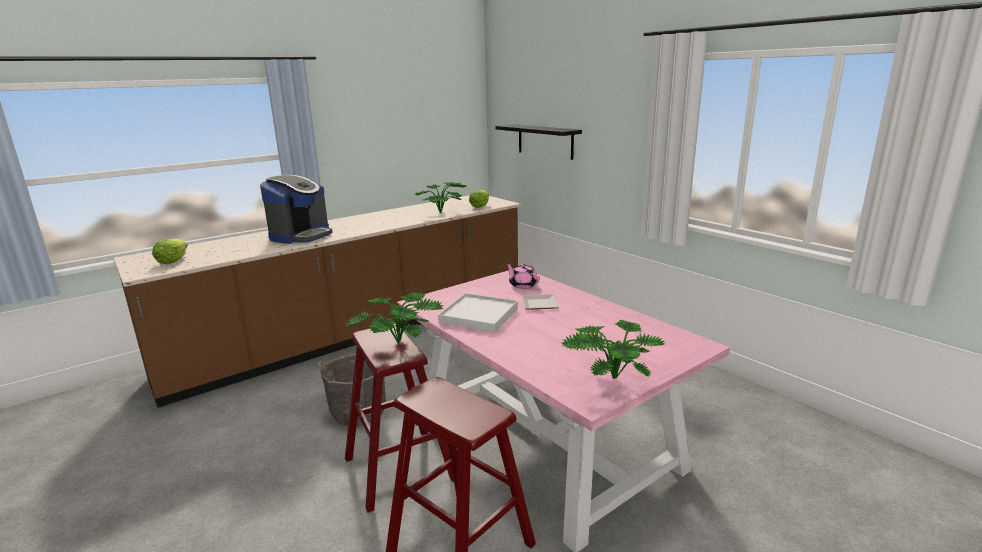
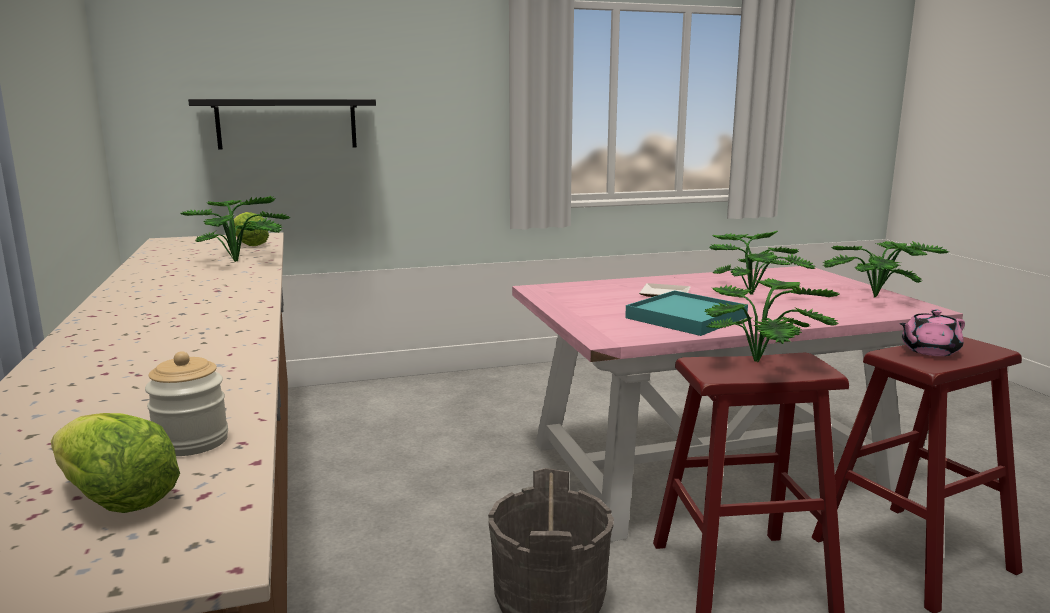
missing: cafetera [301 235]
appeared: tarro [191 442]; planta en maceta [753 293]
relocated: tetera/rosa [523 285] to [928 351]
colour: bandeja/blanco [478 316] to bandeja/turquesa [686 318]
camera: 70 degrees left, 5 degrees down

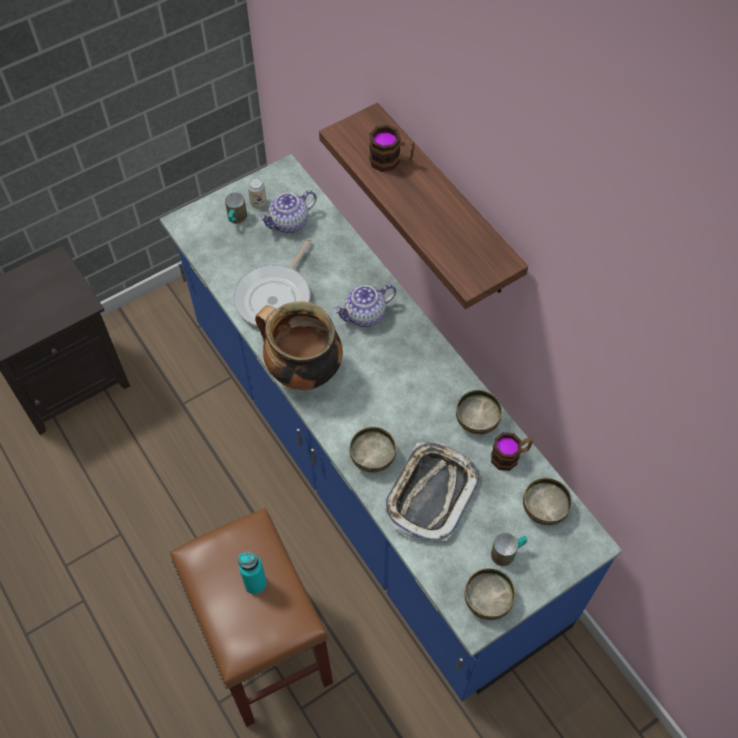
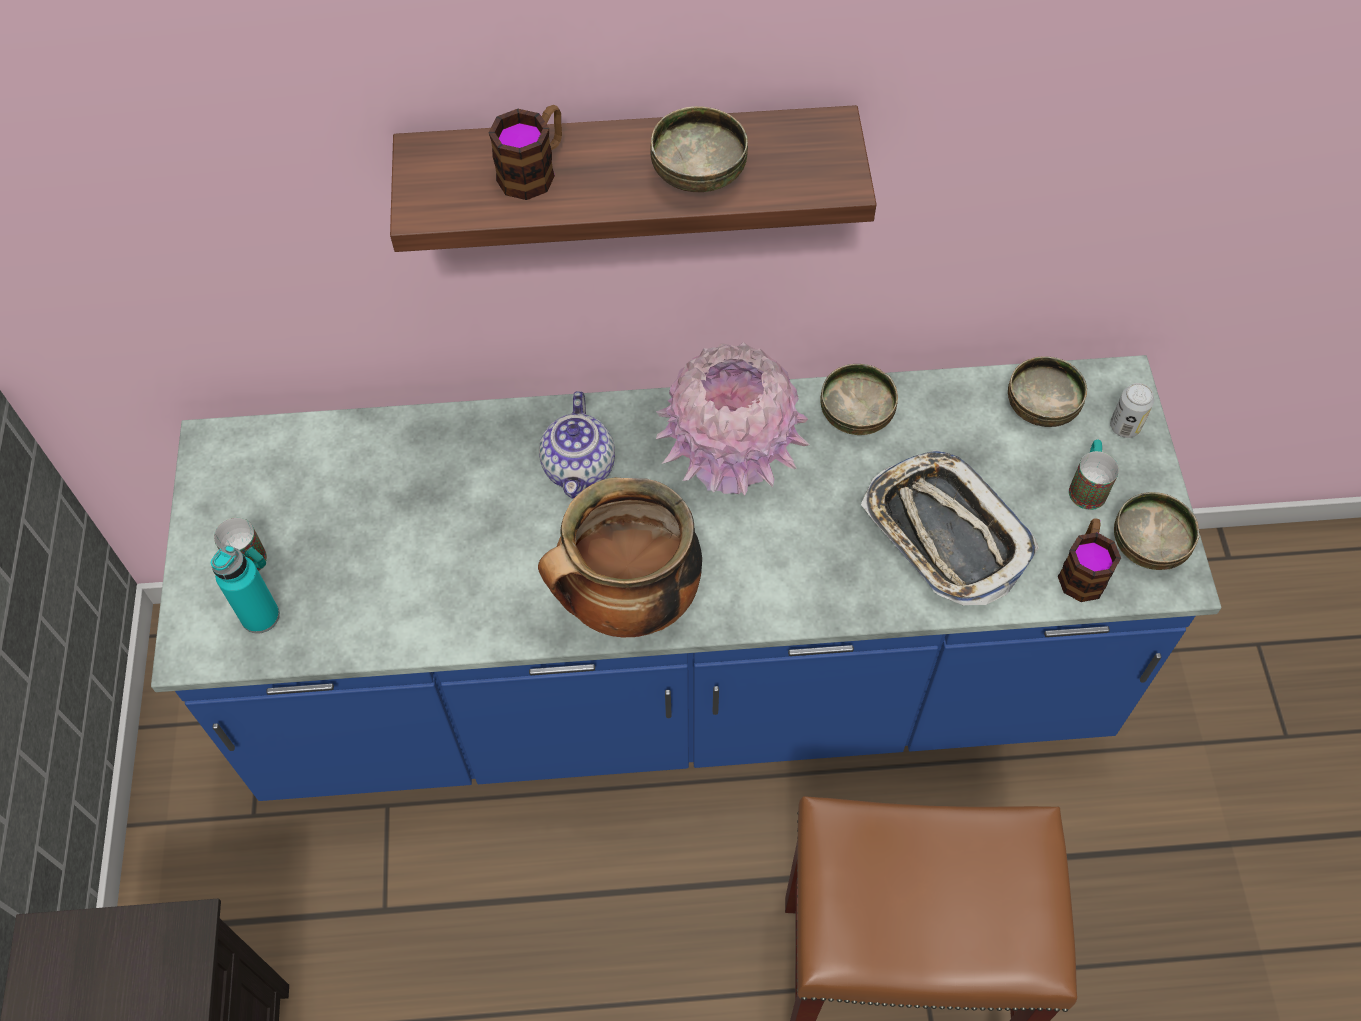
missing: sartén [275 297]; tetera [289 223]
appeared: florero/rosa [730 461]
relocated: botella/turquesa [255 583] to [260 616]; cuenco [372 457] to [697 175]; taza grande [510 456] to [1083 570]; lata [258 203] to [1124 426]
camera: 60 degrees left, 0 degrees up

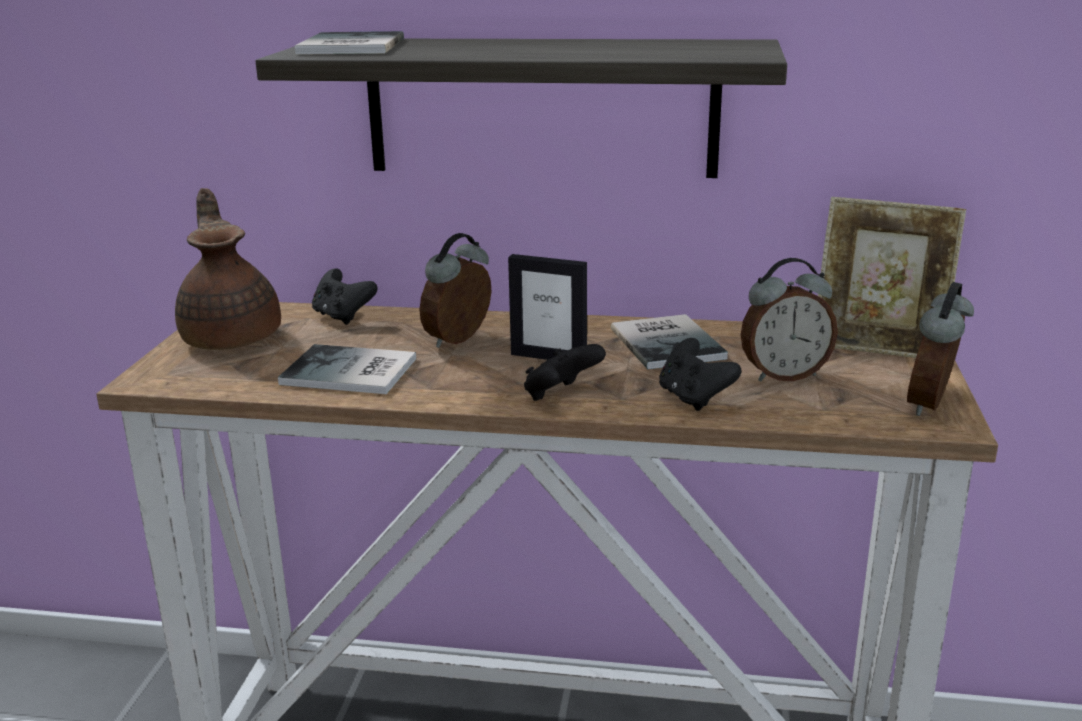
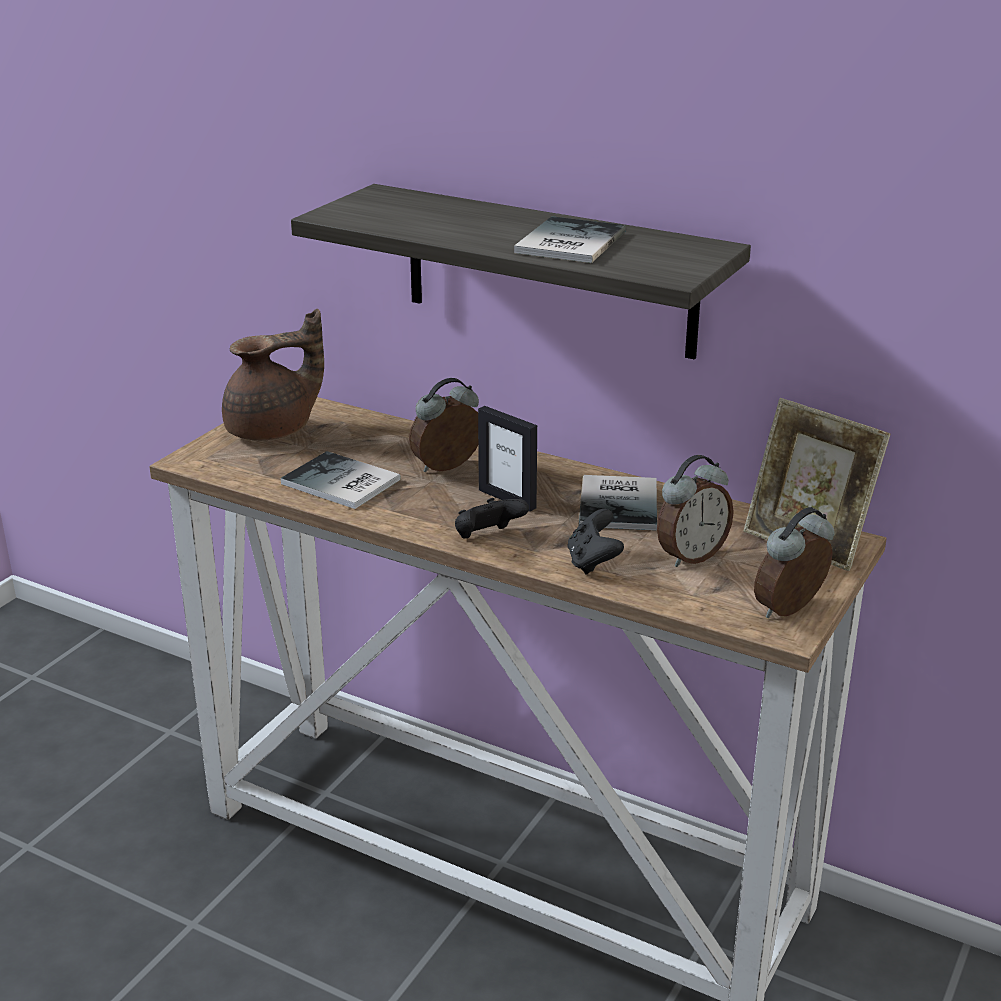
missing: mando de consola/negro [343 317]
relocated: libro [347 47] to [566 243]
spun: tetera/marrón [233 336] = [273 430] 60 degrees clockwise; despertador [784 375] = [690 556] 45 degrees counterclockwise
camera: 20 degrees right, 5 degrees up

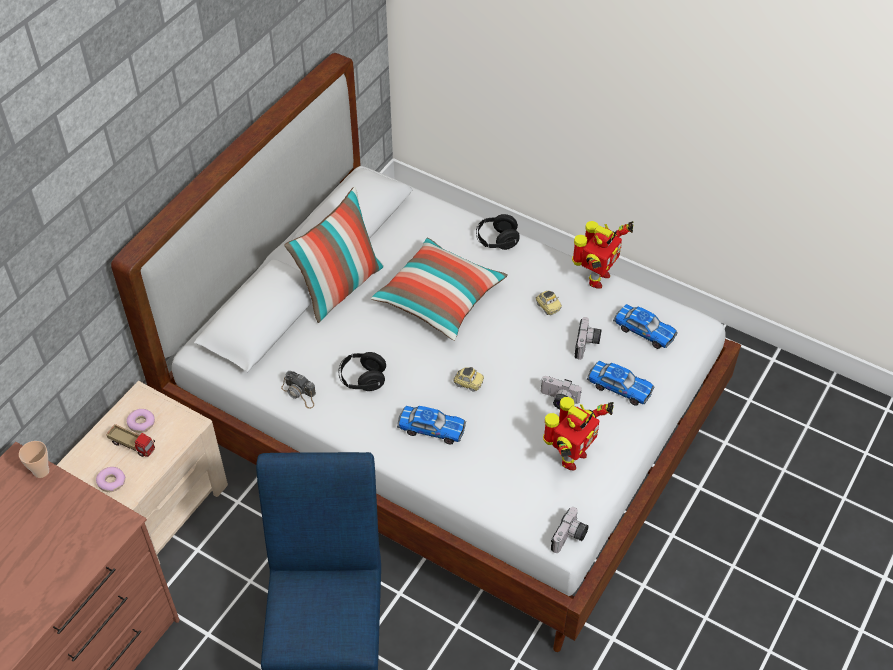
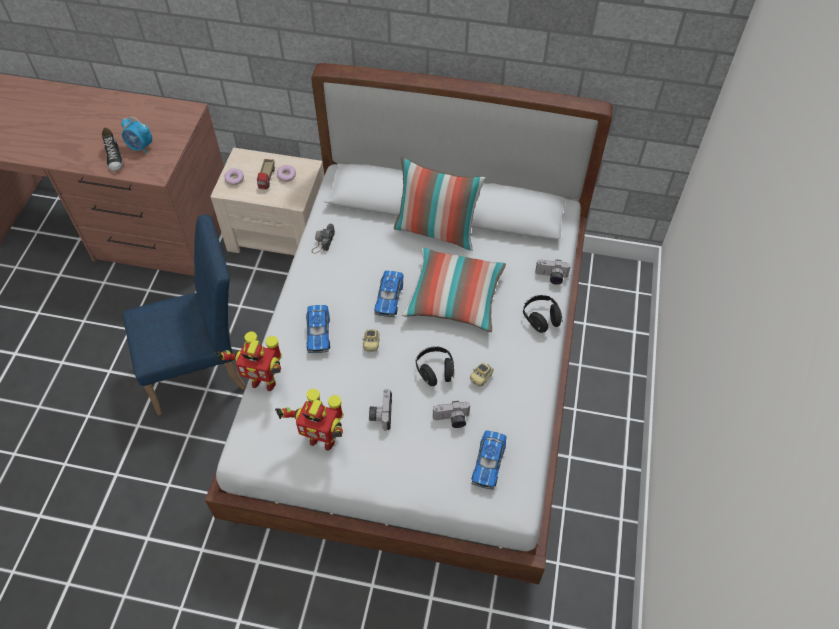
missing: taza [41 471]
appeared: zapato [114 158]; despertador [141 147]
relocated: robot de juguete [596 278] to [263 381]; coche de juguete [619 387] to [389 297]; auriculares/negro [362 379] to [435 371]; cámara [570 538] to [551 277]
camera: 70 degrees right, 5 degrees up

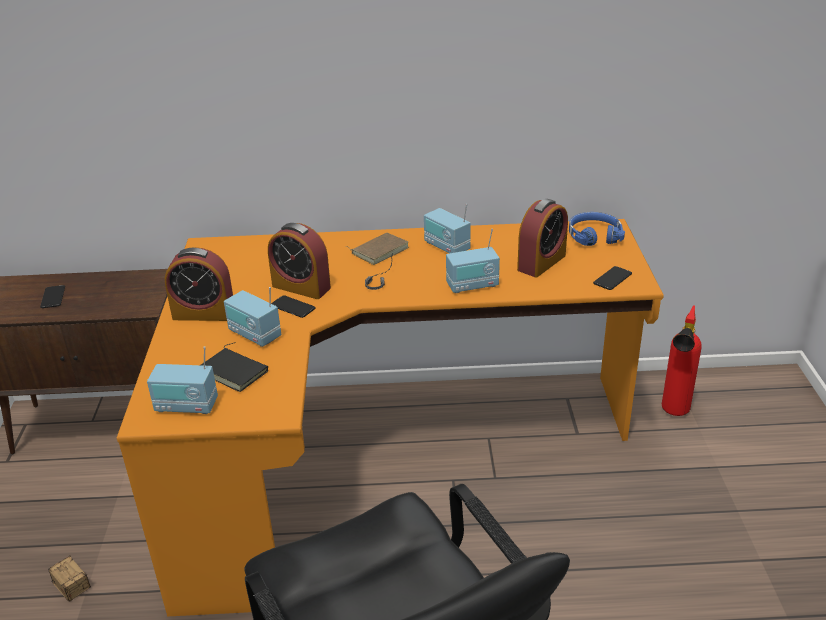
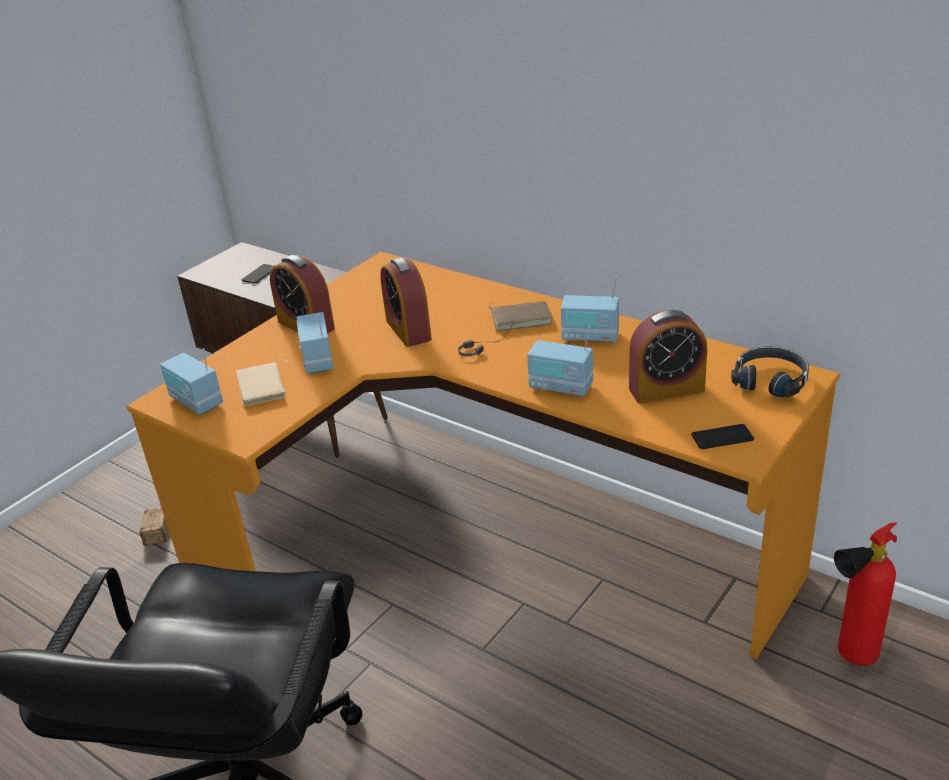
missing: móvil [292 307]
colour: libro/negro [235 371] to libro/beis [264 387]; auriculares/azul [594 235] to auriculares/negro [771 380]
spun: radio [446 247] = [590 337] 75 degrees counterclockwise
camera: 40 degrees right, 0 degrees up

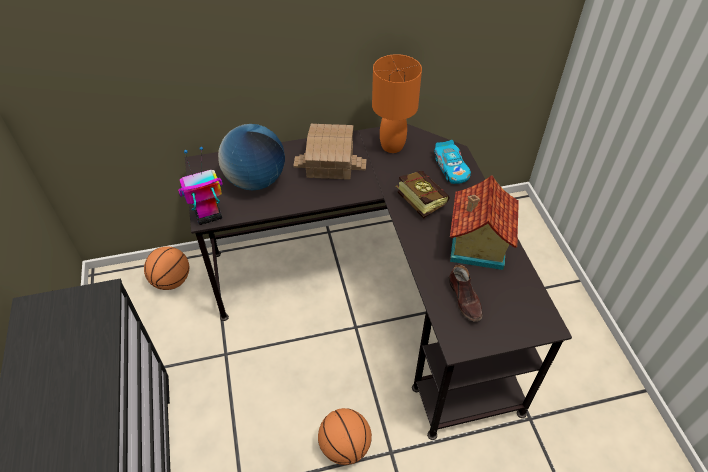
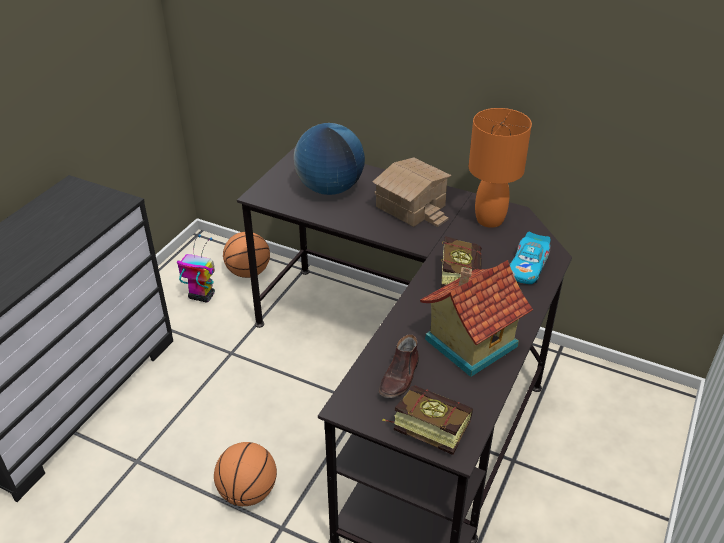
appeared: libro [424 427]
relocated: robot de juguete [208 216] to [201 296]
camera: 40 degrees right, 10 degrees down

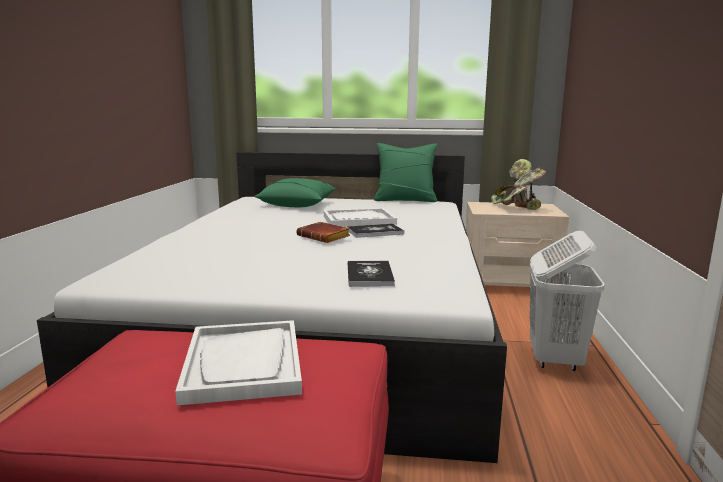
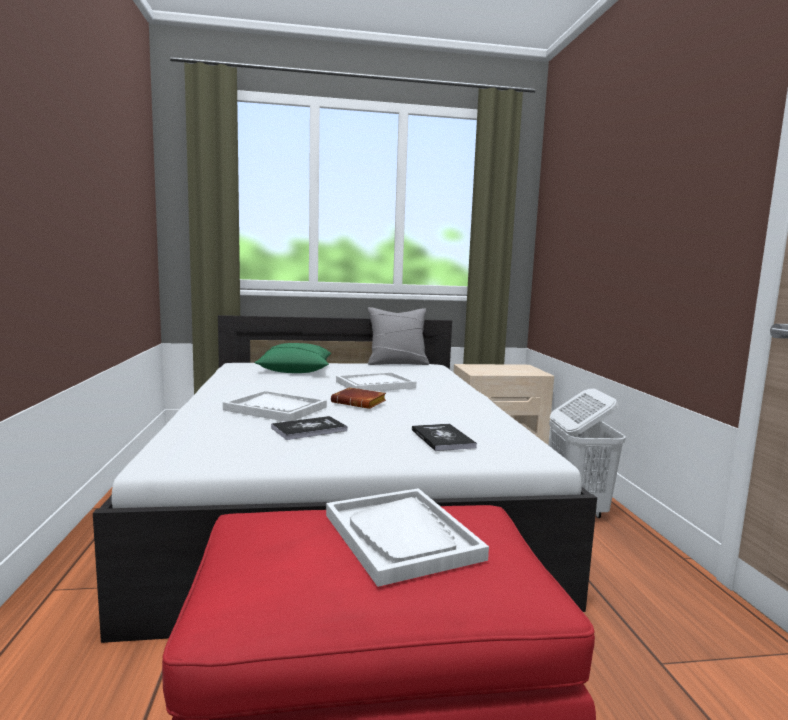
missing: planta en maceta [517 208]
appeared: bandeja/blanco [276 408]
relocated: libro [375 232] to [309 429]
colour: cojín/verde [405 200] to cojín/gris [397 363]
camera: 15 degrees left, 5 degrees down

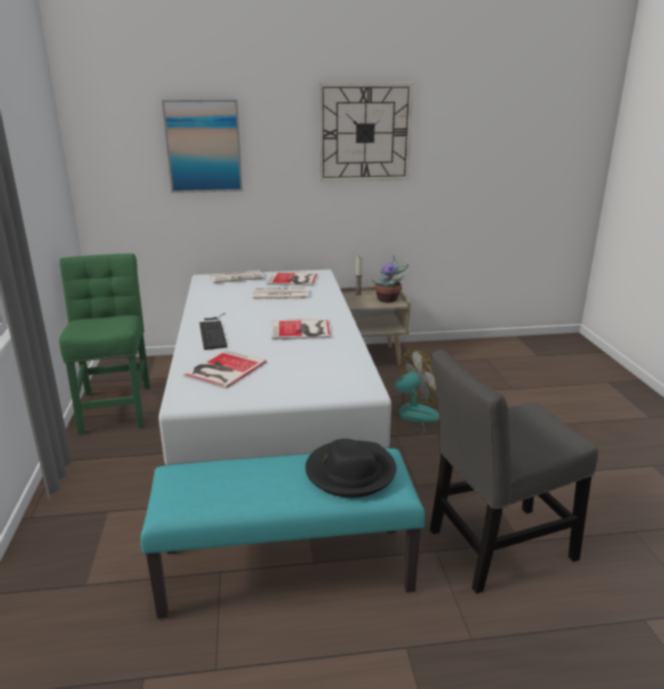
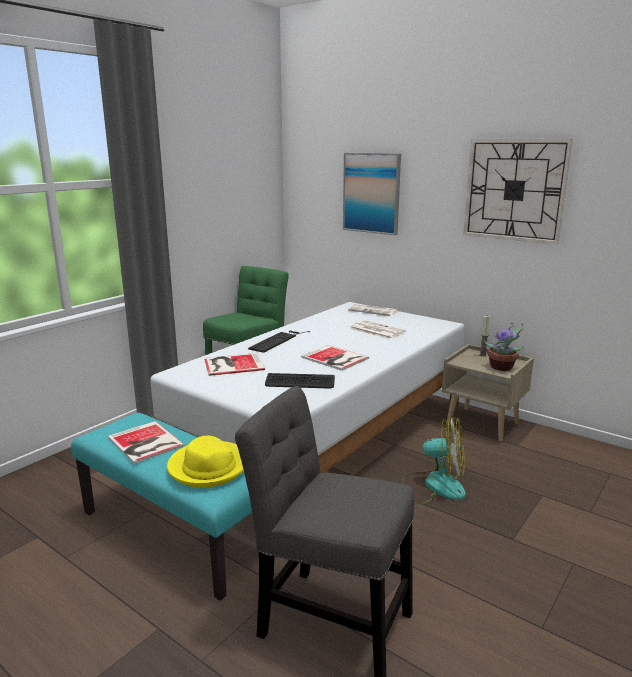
appeared: teclado [300 382]
relocated: libro [293 280] to [145 443]
colour: sombrero/negro [350 472] to sombrero/amarillo [209 467]
camera: 45 degrees right, 5 degrees down

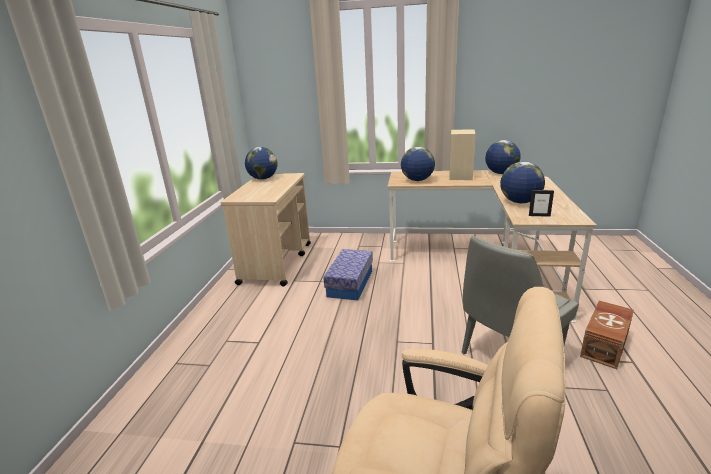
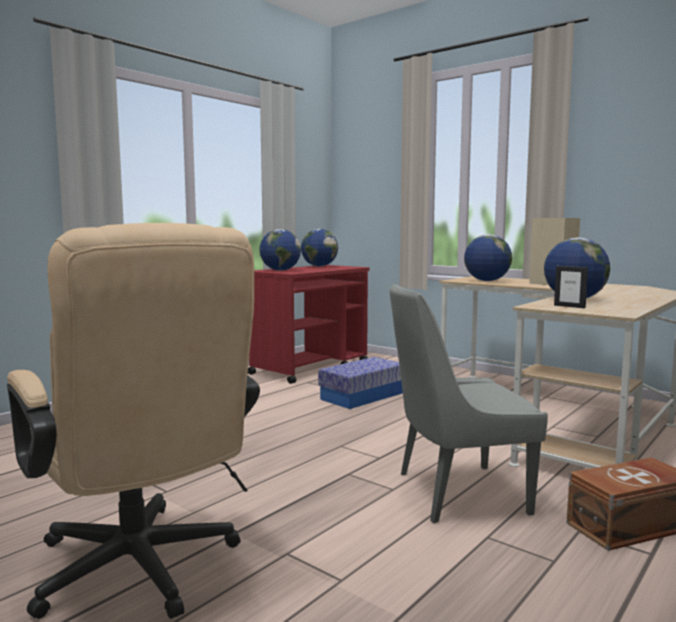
relocated: globo terráqueo [501 173] to [280 270]
colour: carrito/beis [277 262] to carrito/rojo [311 367]
camera: 30 degrees right, 15 degrees down

